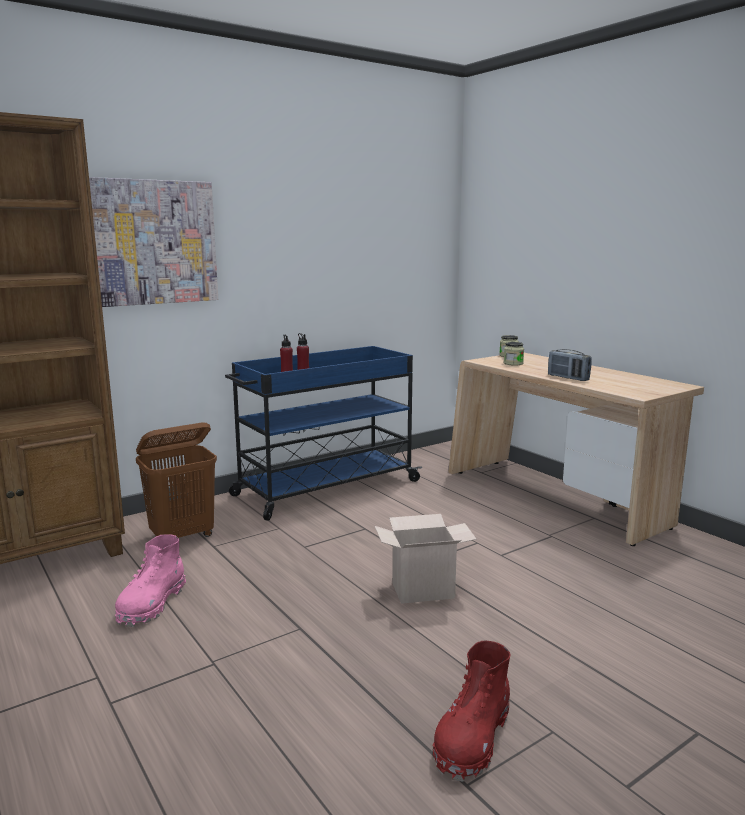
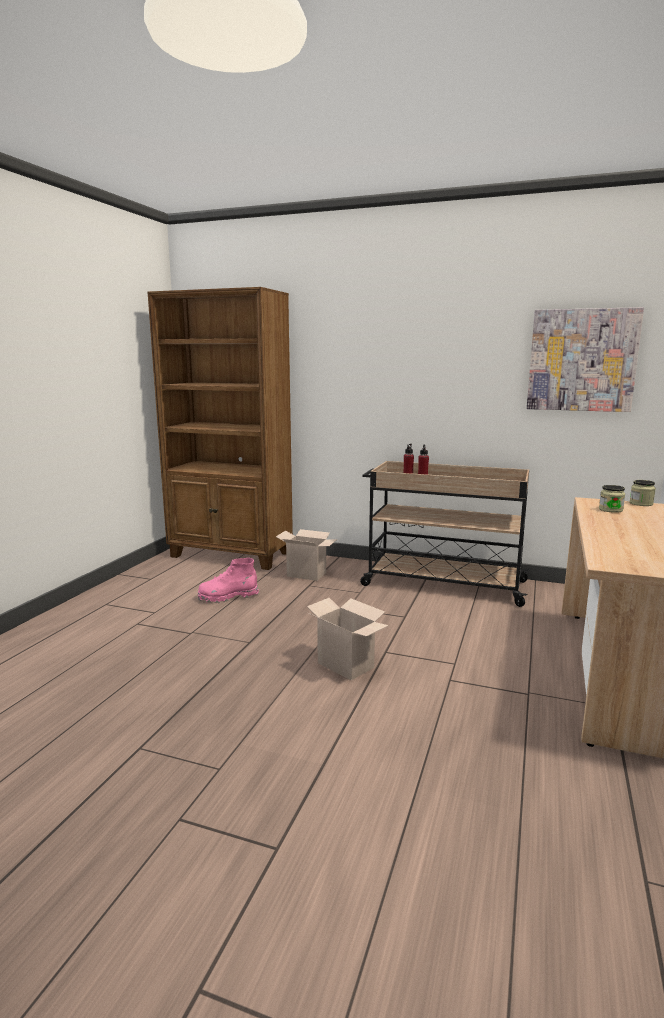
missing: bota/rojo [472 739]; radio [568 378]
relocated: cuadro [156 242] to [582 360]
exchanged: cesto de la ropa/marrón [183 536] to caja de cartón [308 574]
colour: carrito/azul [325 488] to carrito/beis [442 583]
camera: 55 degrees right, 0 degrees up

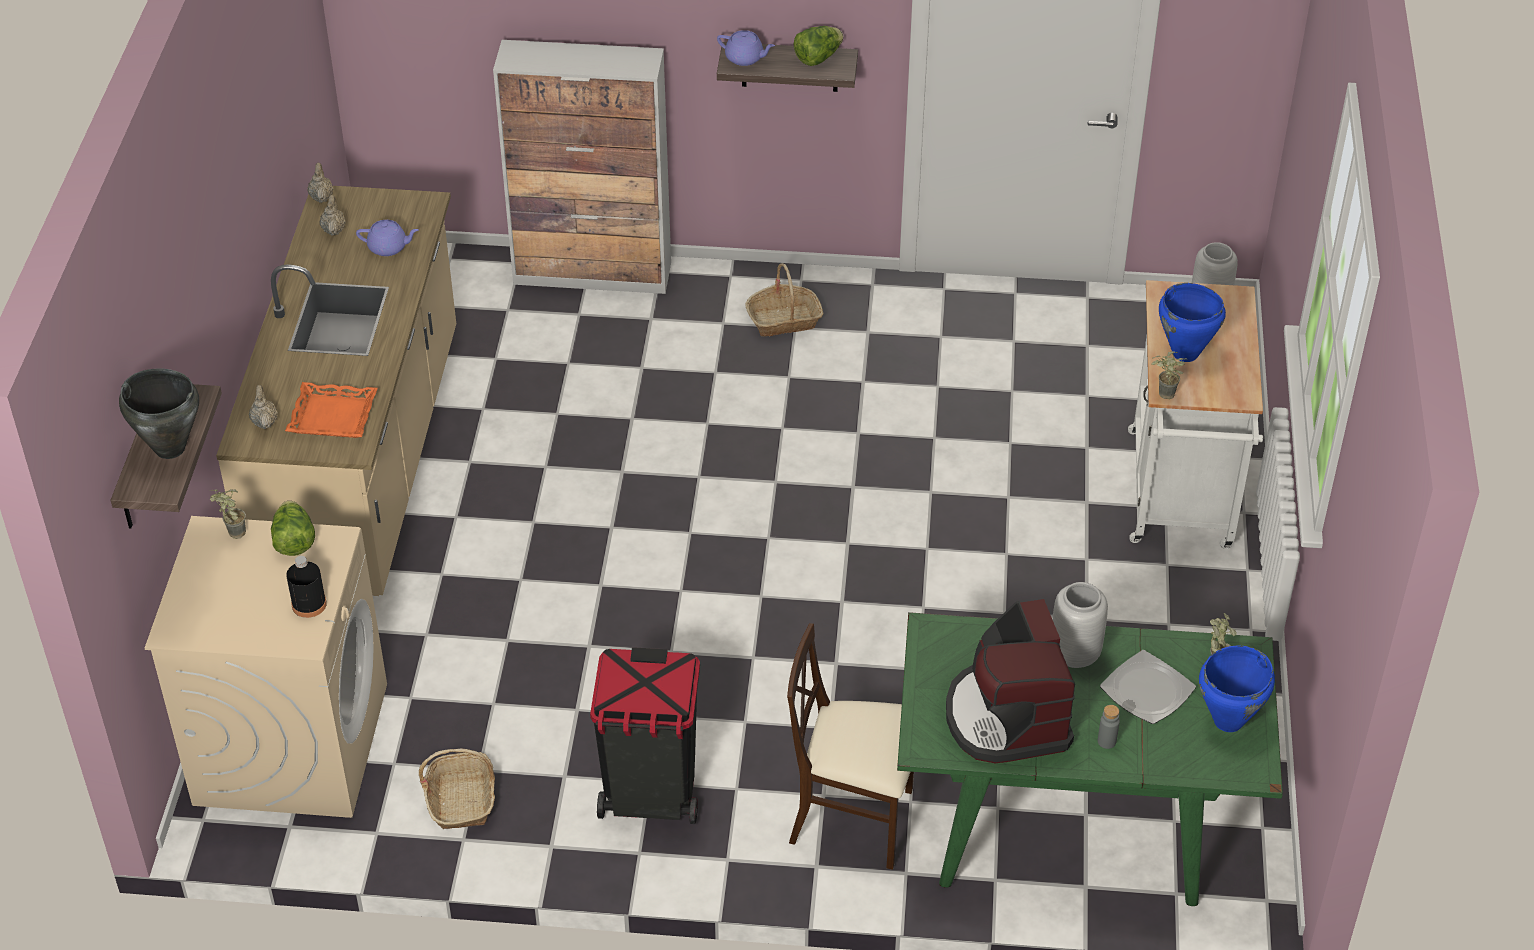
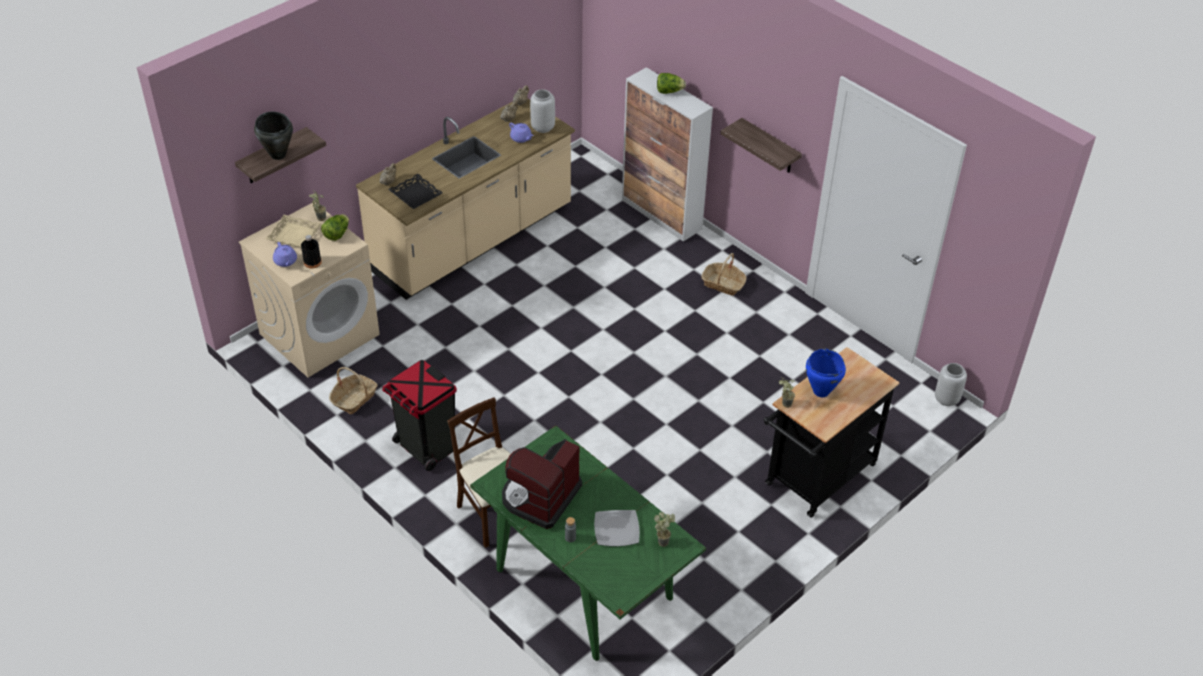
missing: olla/azul [1229 721]
appeared: bandeja/beis [295 235]
relocated: tetera/morado [745 58] to [285 261]; florero/gris [1075 653] to [543 127]; lechuga [818 58] to [669 91]
colour: bandeja/naranja [333 416] to bandeja/negro [416 195]; carrito/blanco [1180 498] to carrito/negro [816 479]
camera: 40 degrees right, 0 degrees up

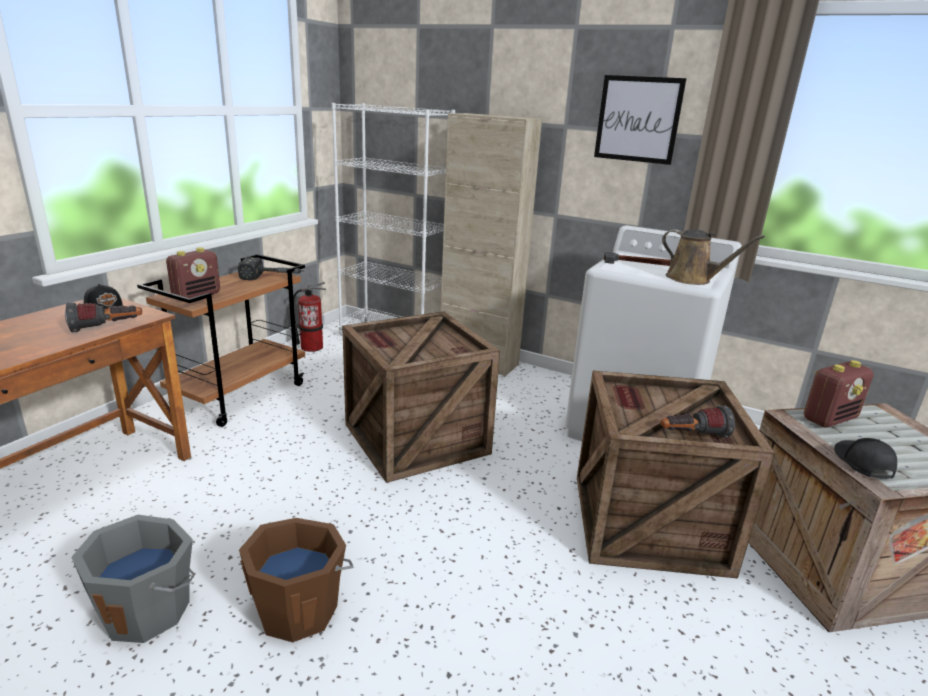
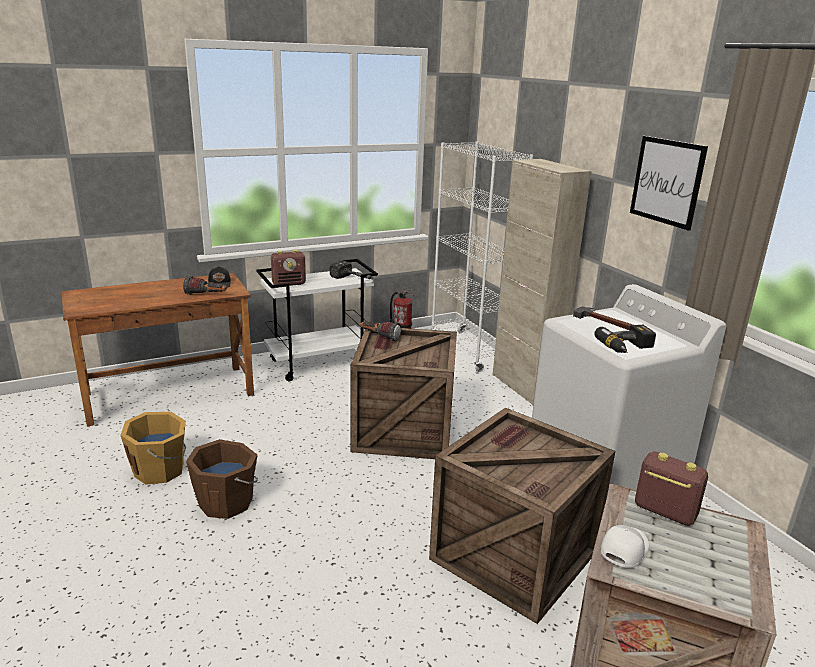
relocated: linterna [692 436] to [379 337]
exchanged: regadera/marrón [692 279] to taladro [627 348]
colour: cubo/gris [148 610] to cubo/naranja [160 470]; carrito/marrón [240 395] to carrito/blanco [319 363]; gorra/negro [862 463] to gorra/blanco [623 549]
spun: radio [829 419] = [664 511] 150 degrees counterclockwise
camera: 35 degrees right, 0 degrees up

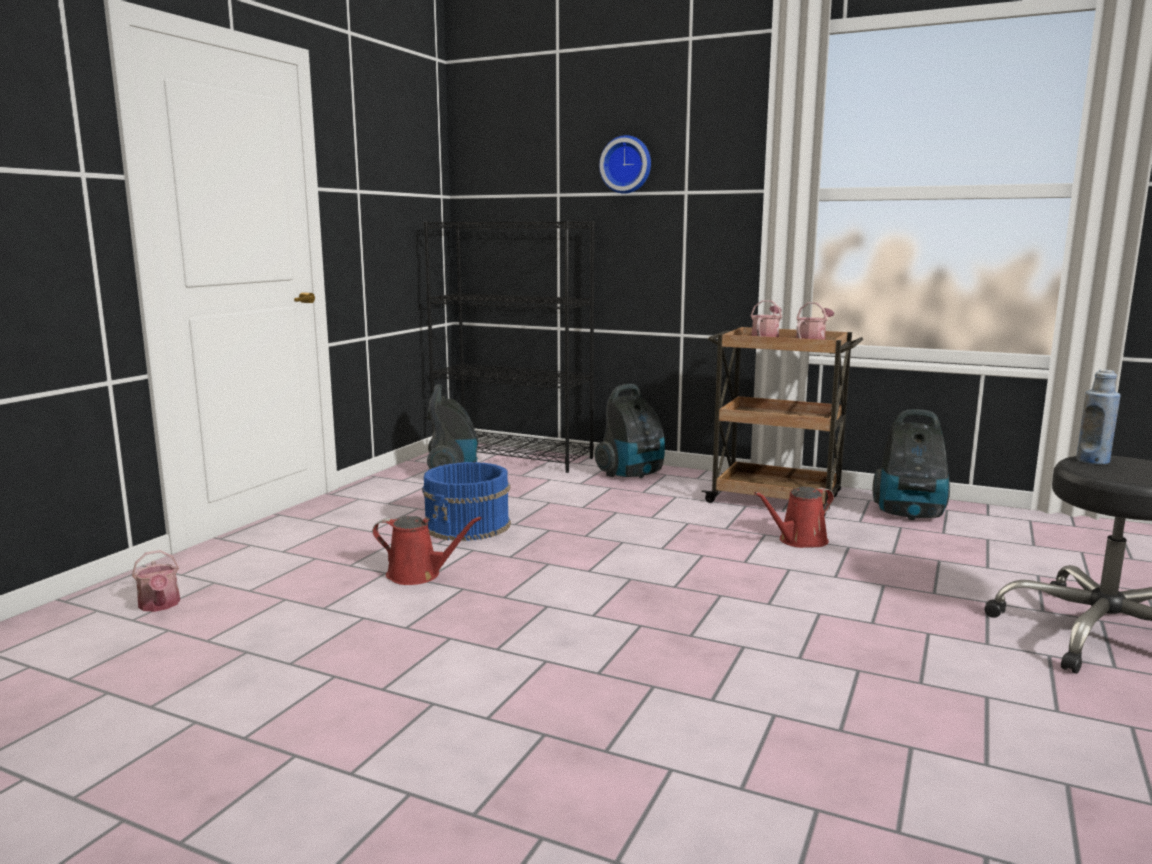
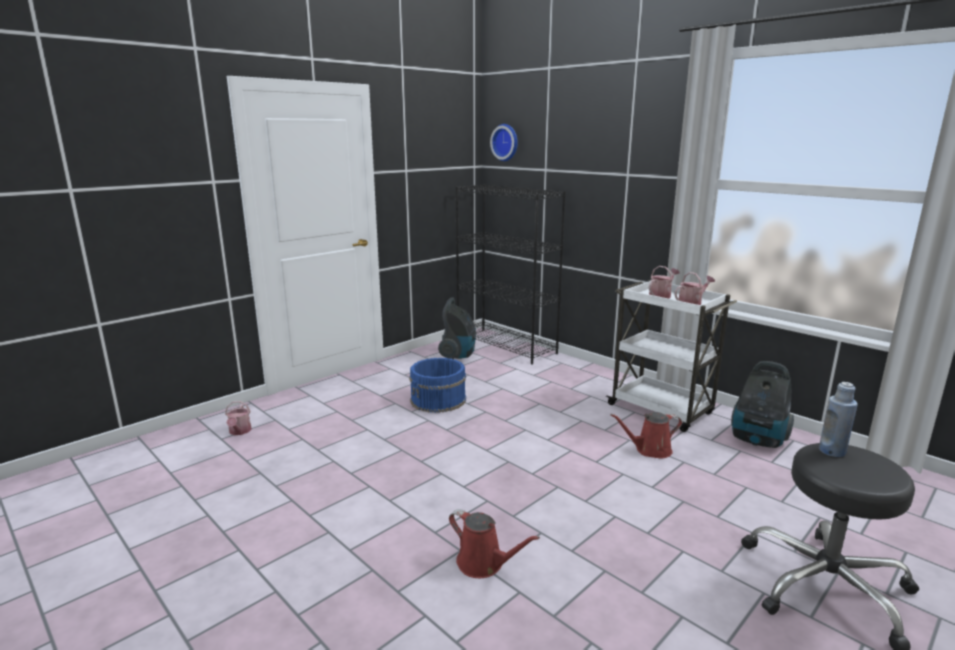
missing: aspiradora [632 475]
relocated: regadera/rojo [418 575] to [484 564]; reloj de pared [626 165] to [506 142]
colour: carrito/marrón [776 500] to carrito/blanco [662 410]
camera: 20 degrees right, 5 degrees up

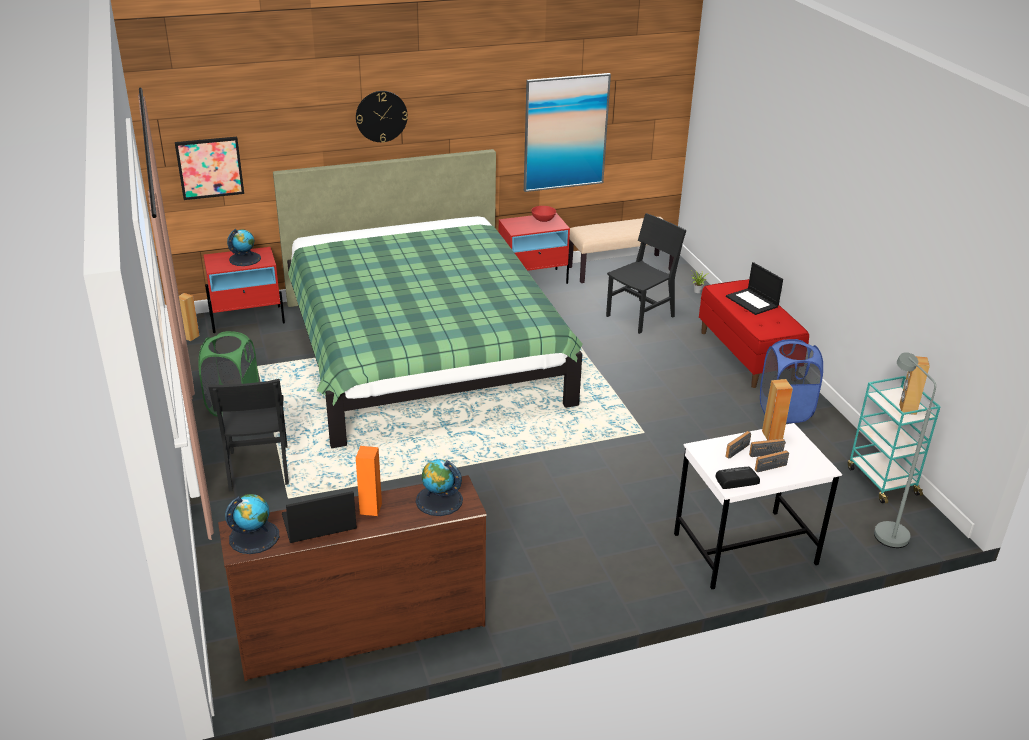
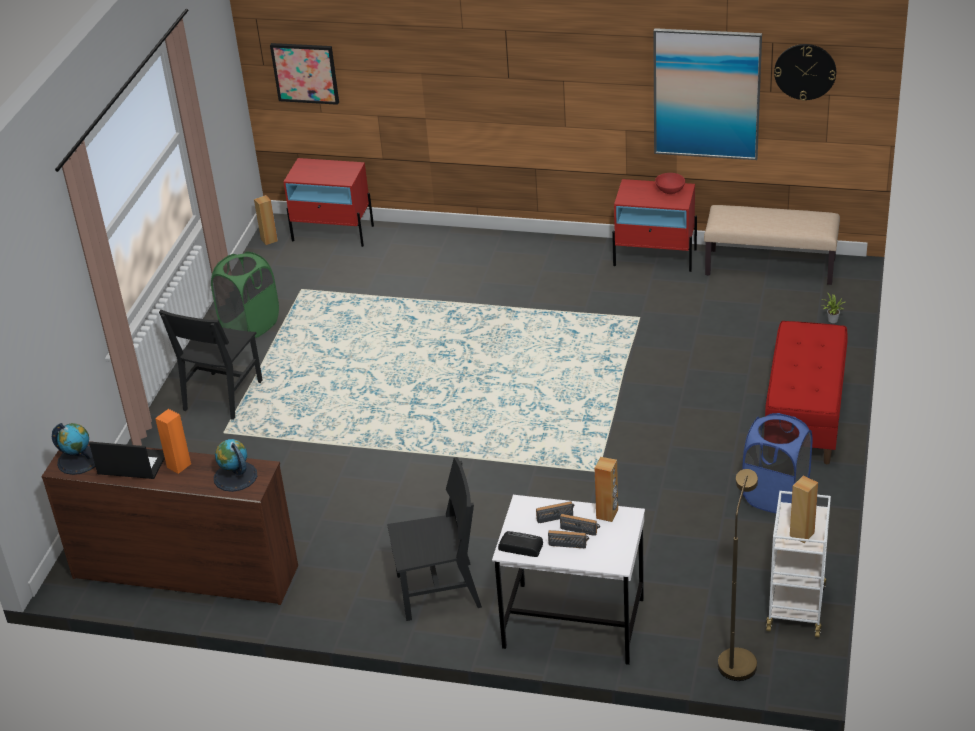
missing: globo terráqueo [245 259]; cama/verde [422 352]; portátil [752 302]
relocated: silla/negro [640 316] to [439 591]; reloj de pared [381 116] to [805 71]
colour: lámpara de pie/gris [885 530] to lámpara de pie/marrón [737 658]; carrito/turquesa [881 480] to carrito/blanco [795 606]
camera: 35 degrees right, 5 degrees up

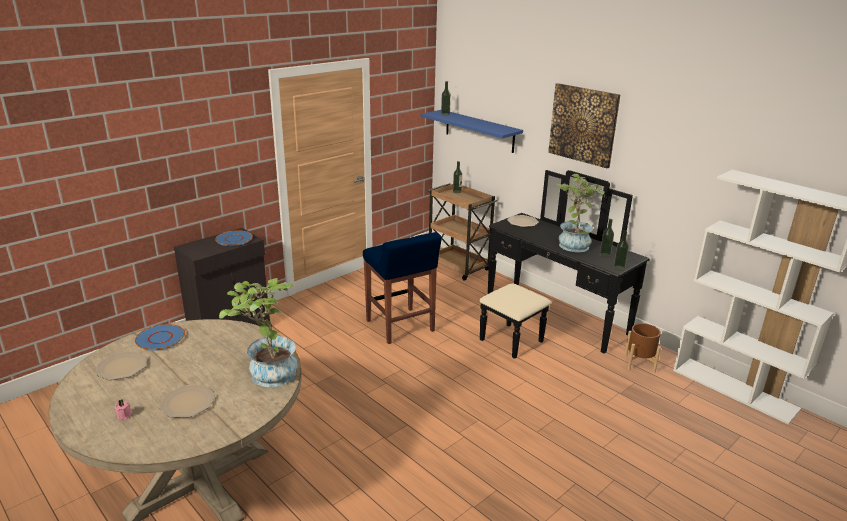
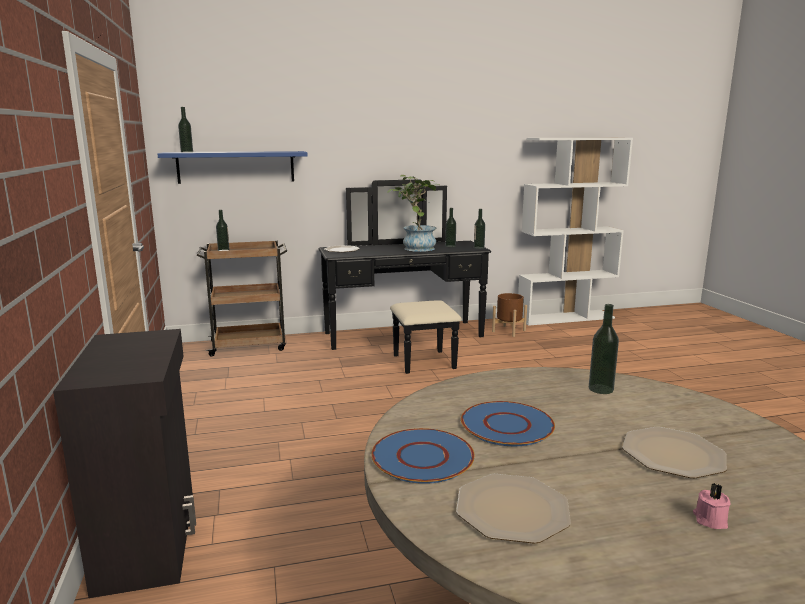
missing: taburete/azul [400 326]; cuadro [583 124]
relocated: plato/azul [234 239] to [507 425]
exchanged: planta en maceta [267 372] to botella [601 389]
camera: 60 degrees left, 10 degrees down

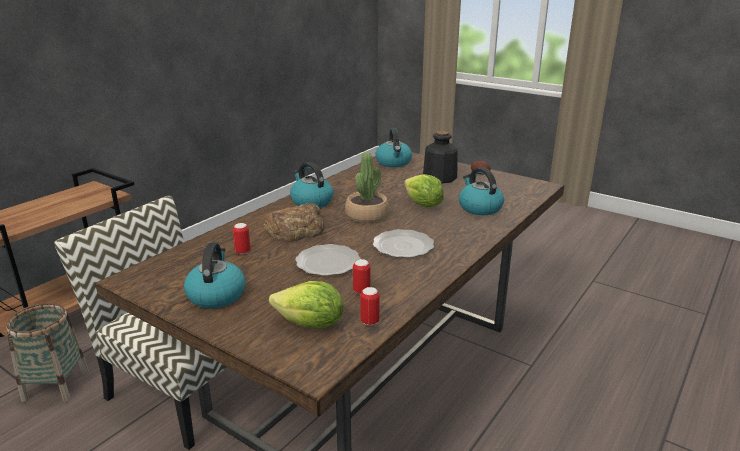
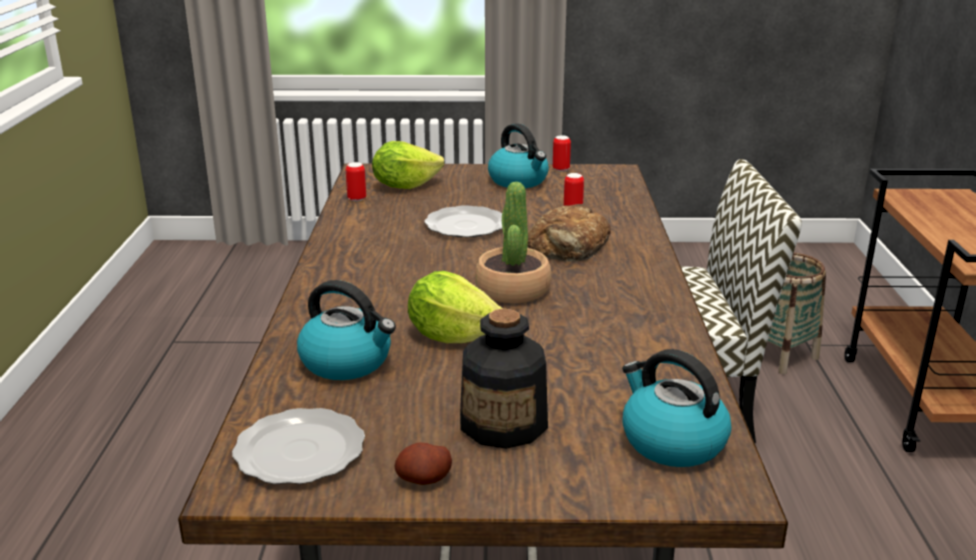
missing: hervidor [311 201]
relocated: plato [402 246] to [301 449]; lata [361 291] to [561 169]
camera: 145 degrees right, 0 degrees up

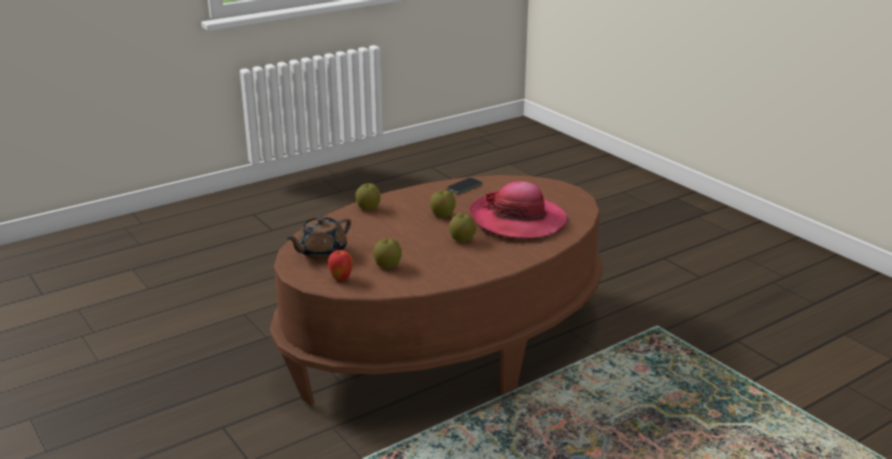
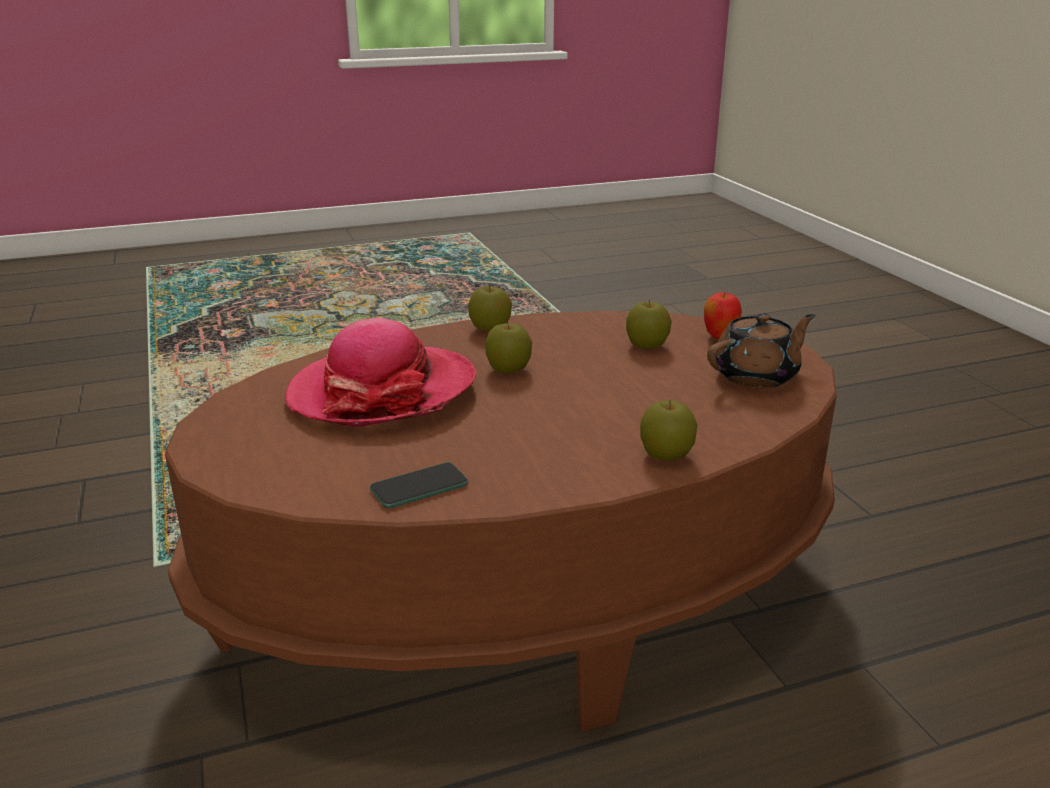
relocated: manzana [442 215] to [490 329]
camera: 165 degrees left, 0 degrees up

